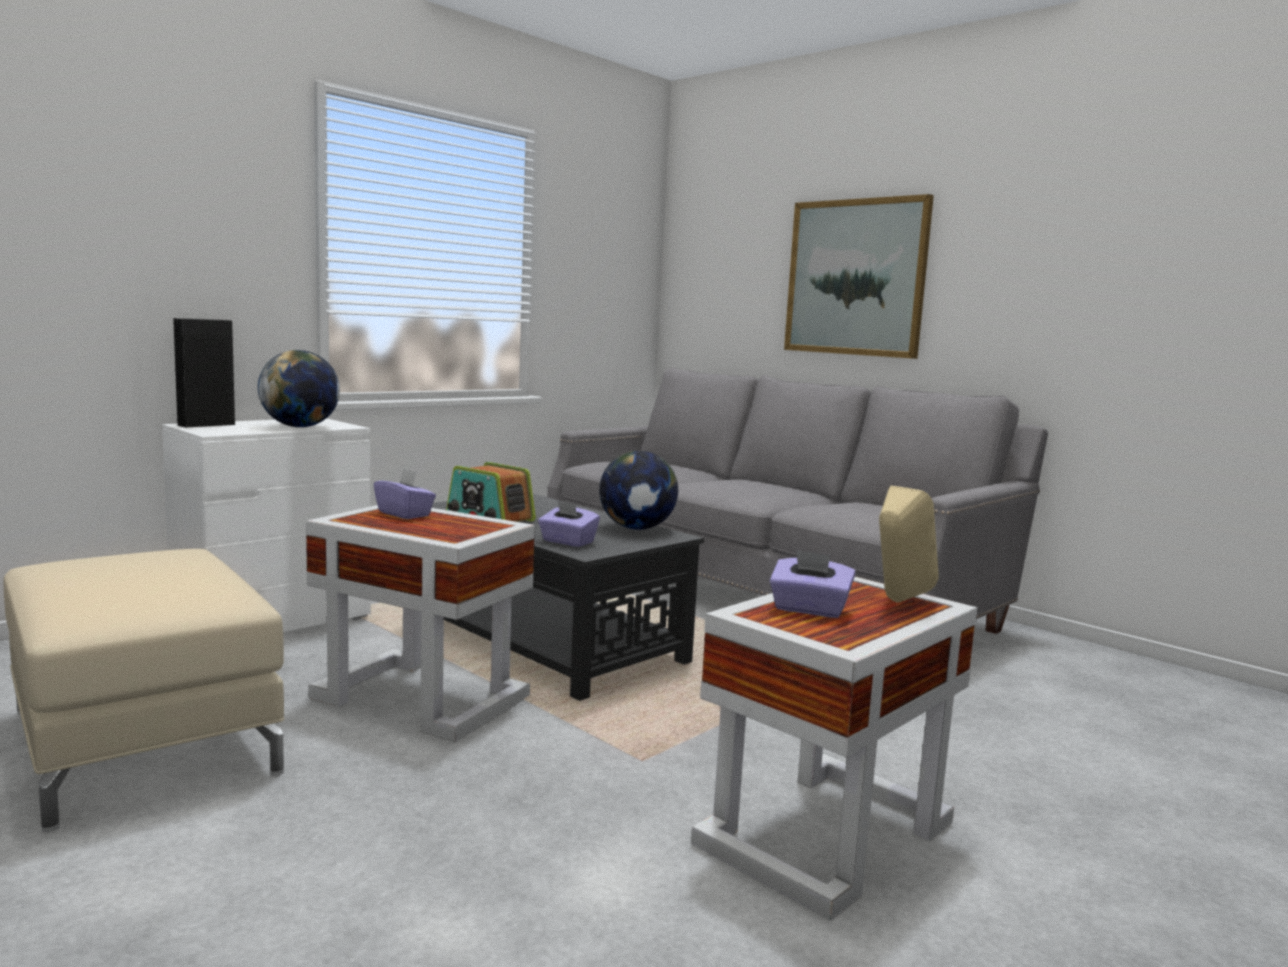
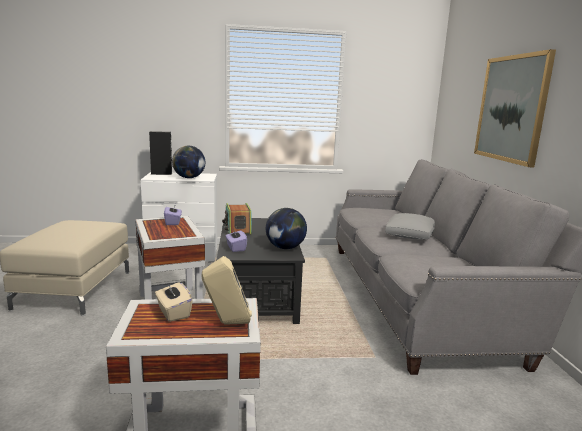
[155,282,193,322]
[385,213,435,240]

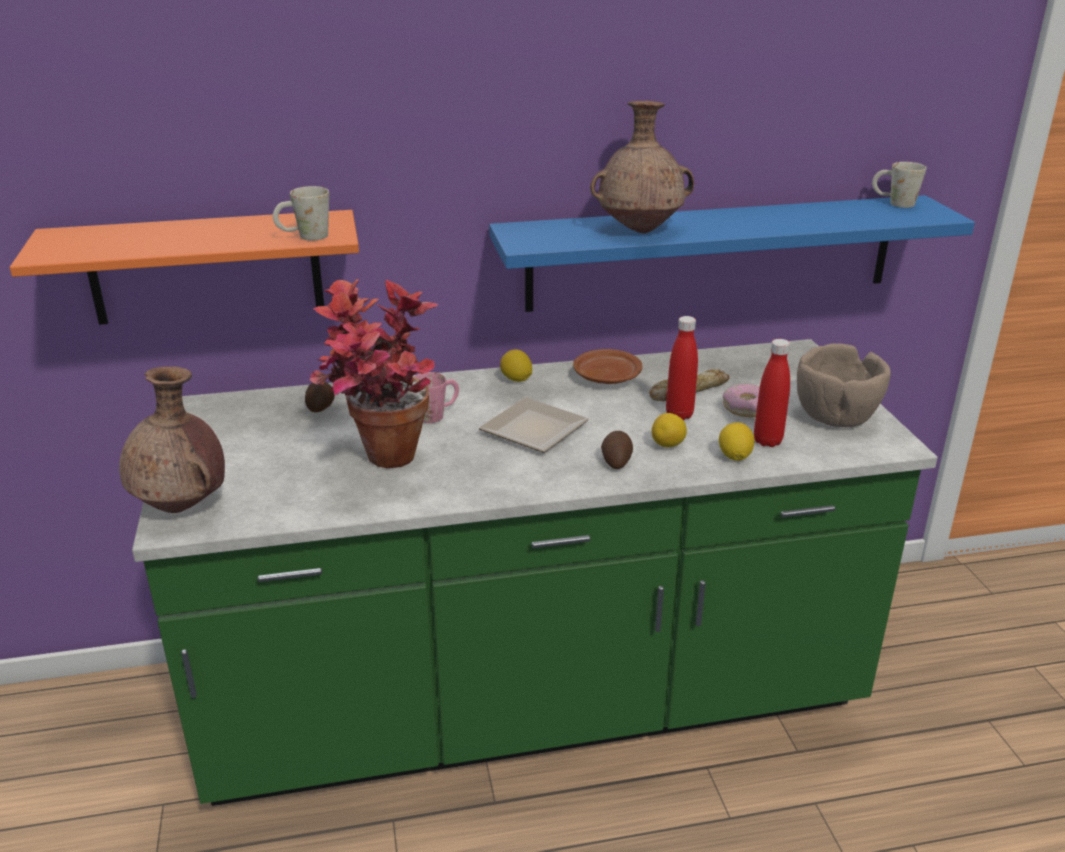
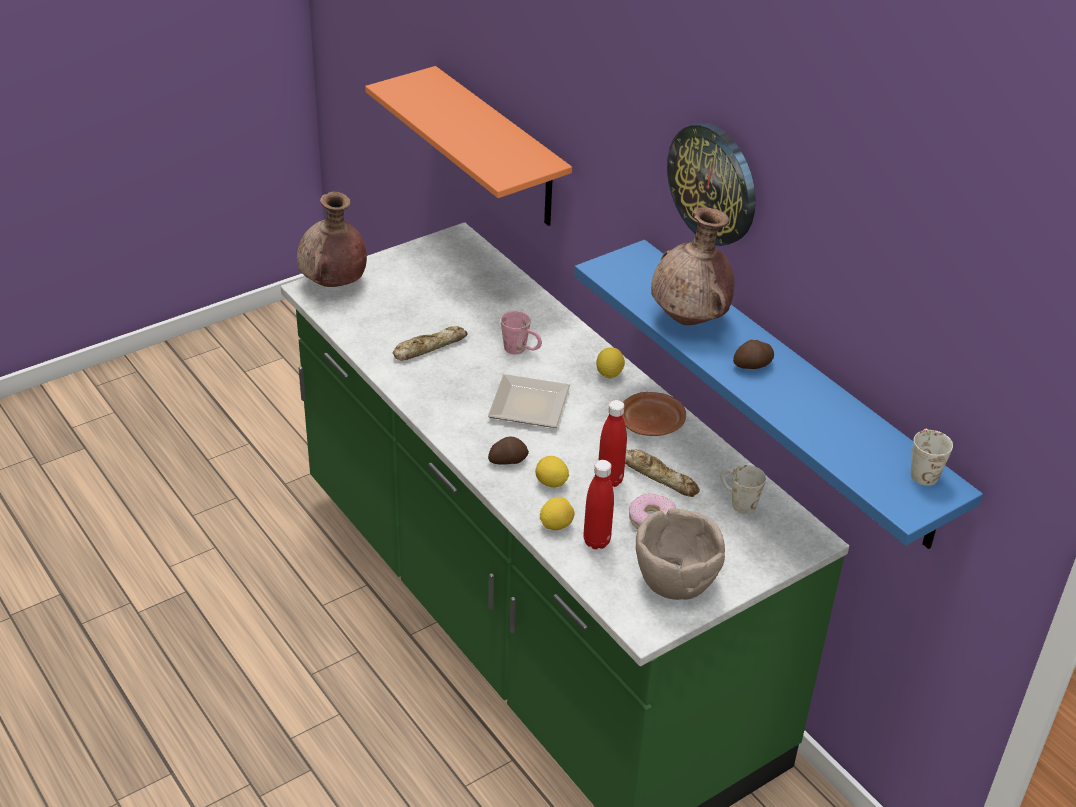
[720,465,766,514]
[733,340,774,369]
[393,326,468,361]
[667,123,756,246]

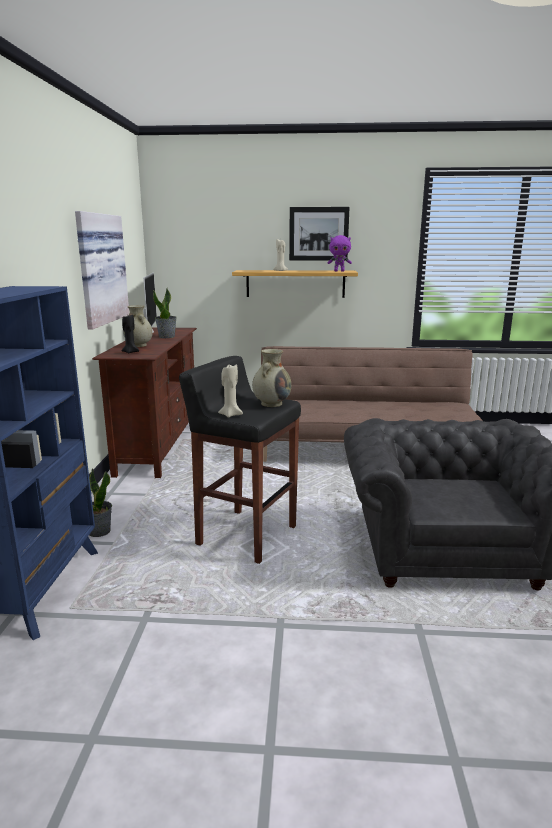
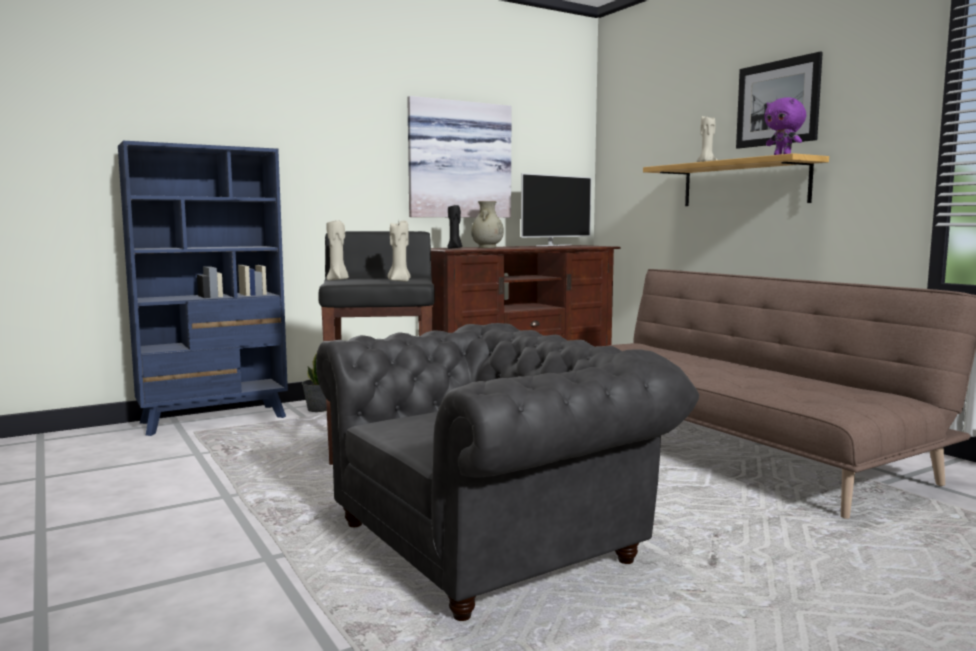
[153,288,177,338] (first image)
[388,221,410,282]

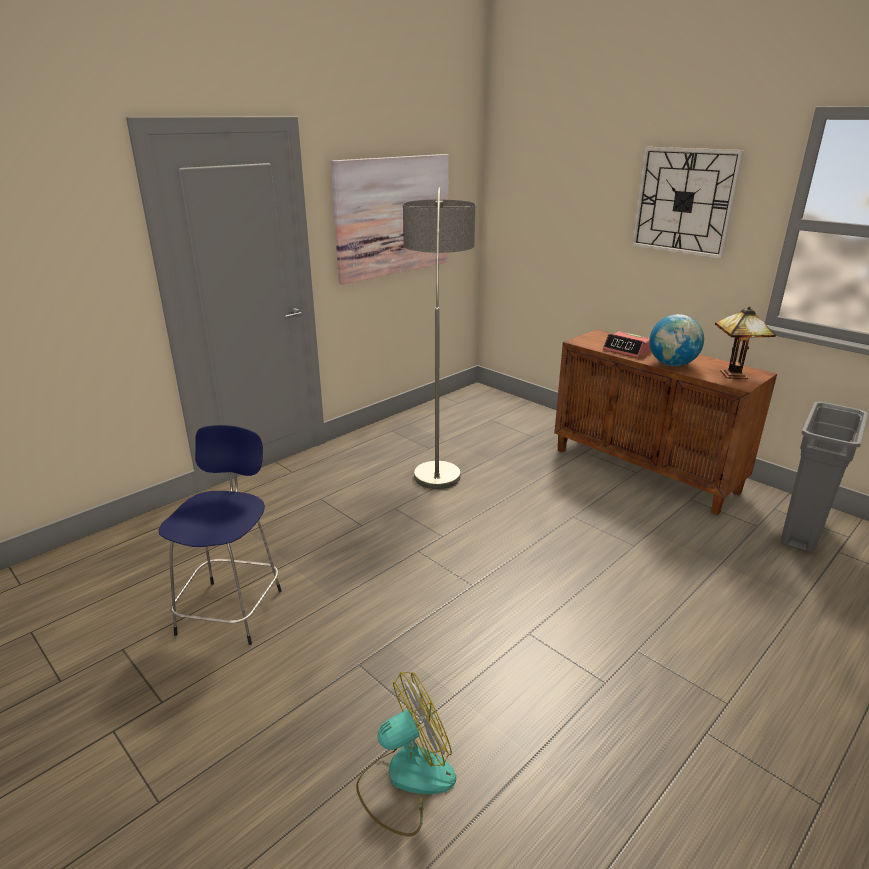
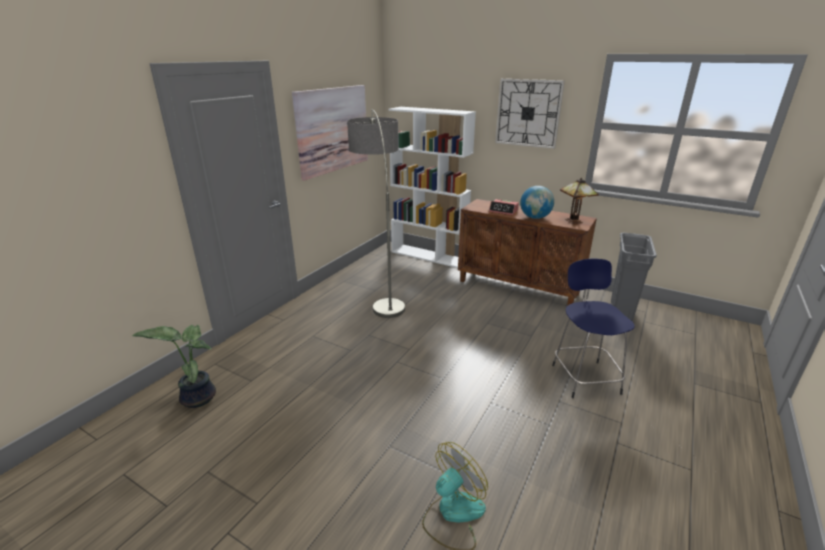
[552,259,635,398]
[132,325,216,408]
[388,107,476,268]

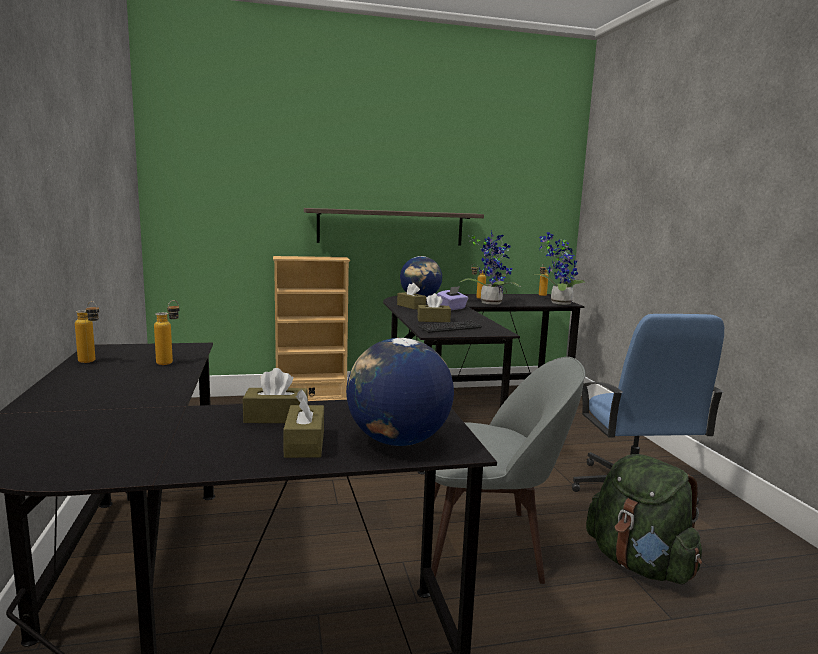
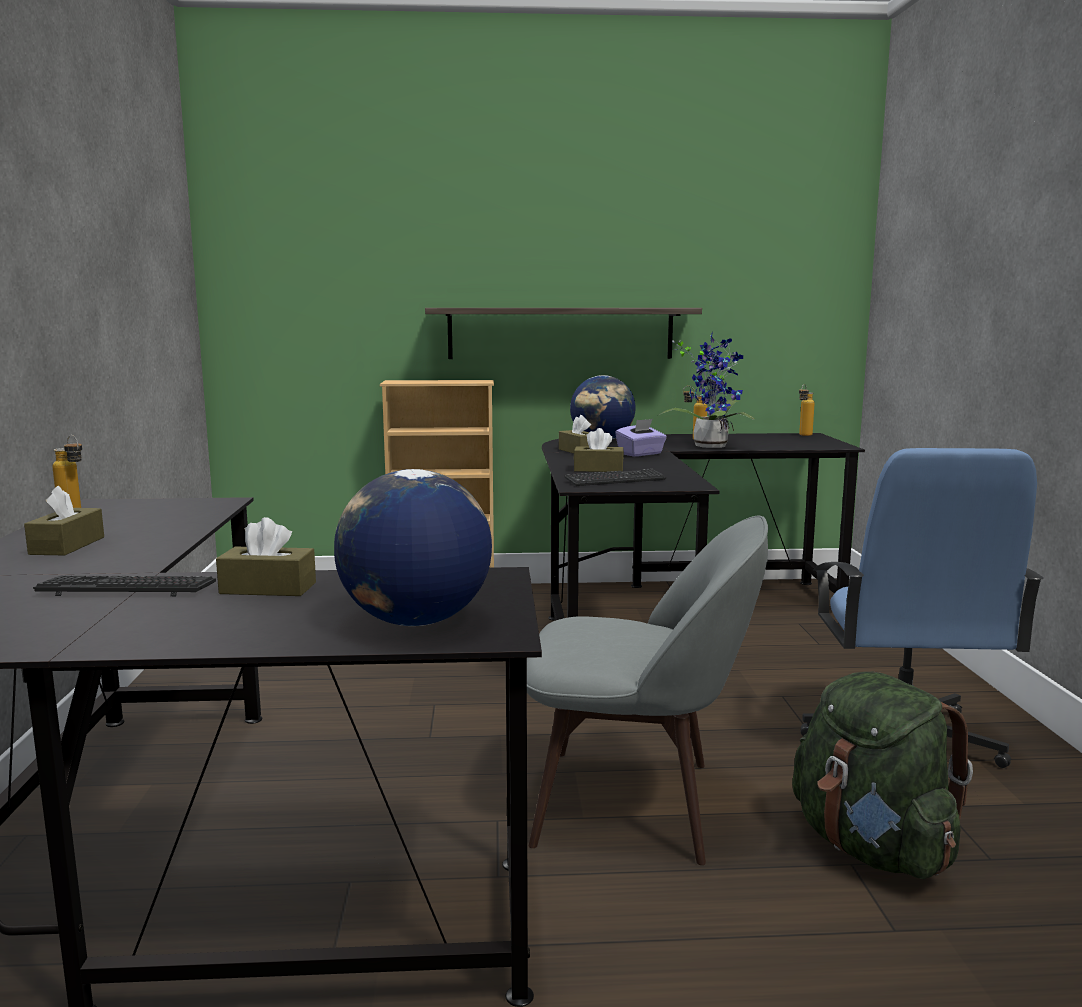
[154,300,179,365] (first image)
[24,486,104,555]
[534,232,586,305] (first image)
[33,576,216,596]

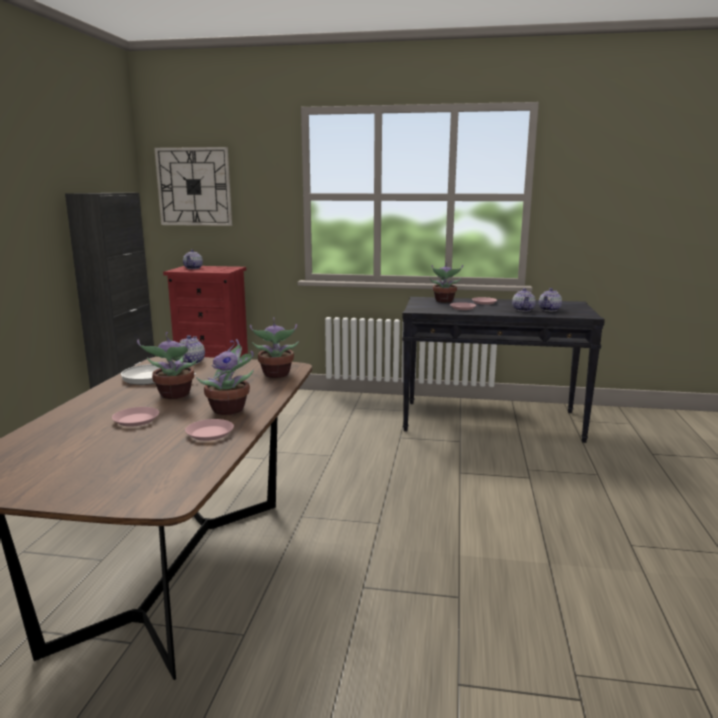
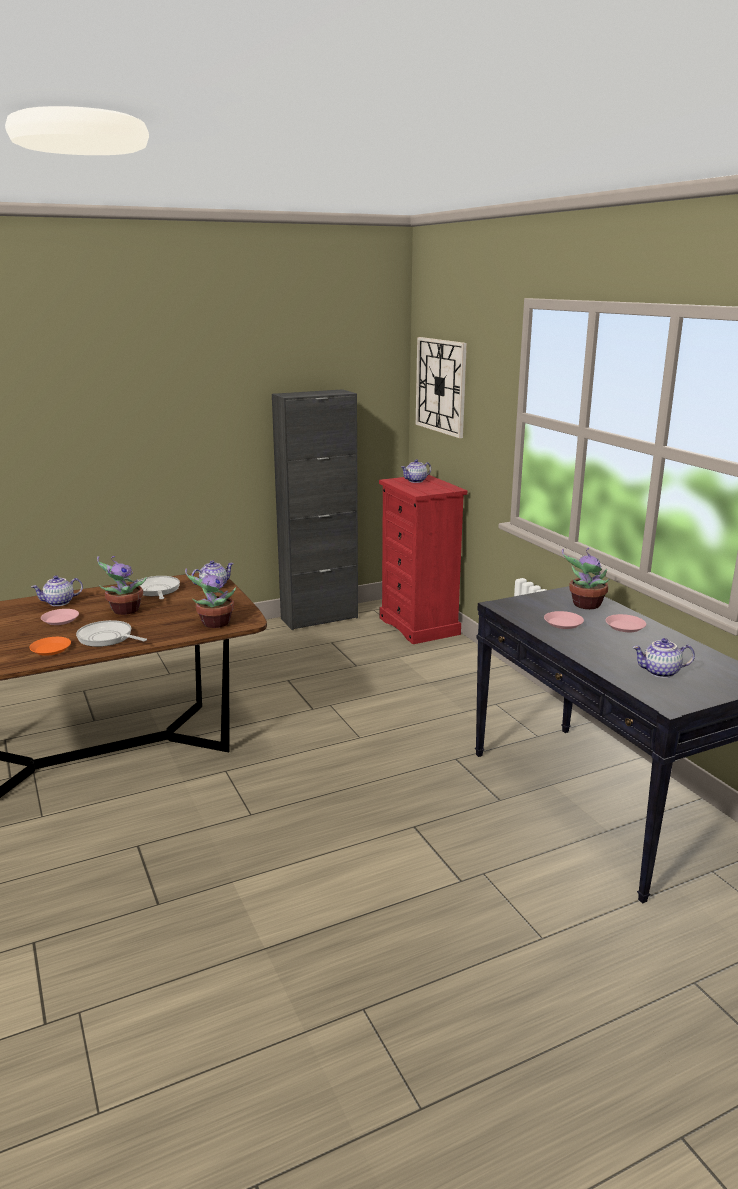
[29,637,71,656]
[76,620,147,647]
[31,576,83,606]

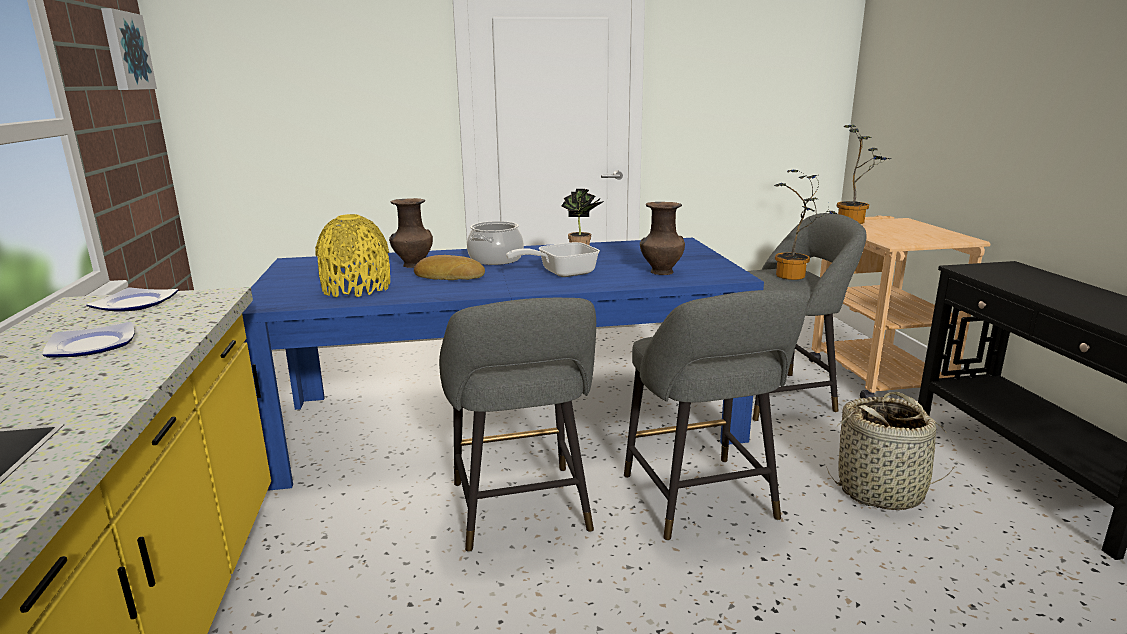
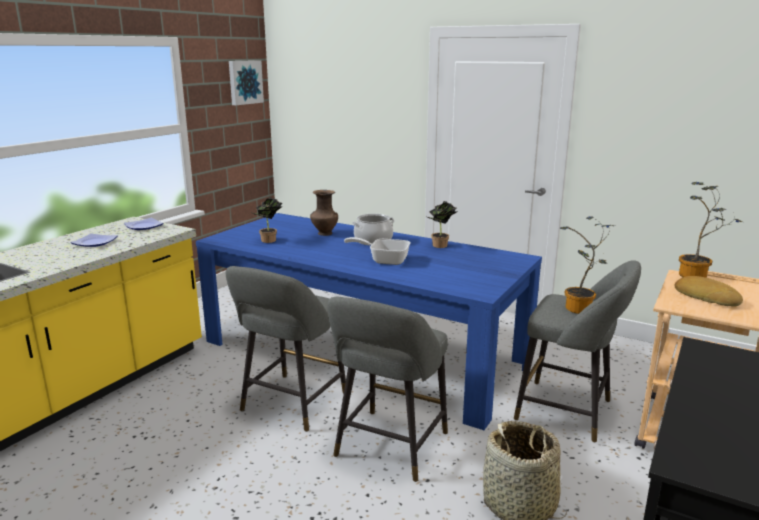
[250,197,283,243]
[674,276,743,307]
[640,202,685,275] (first image)

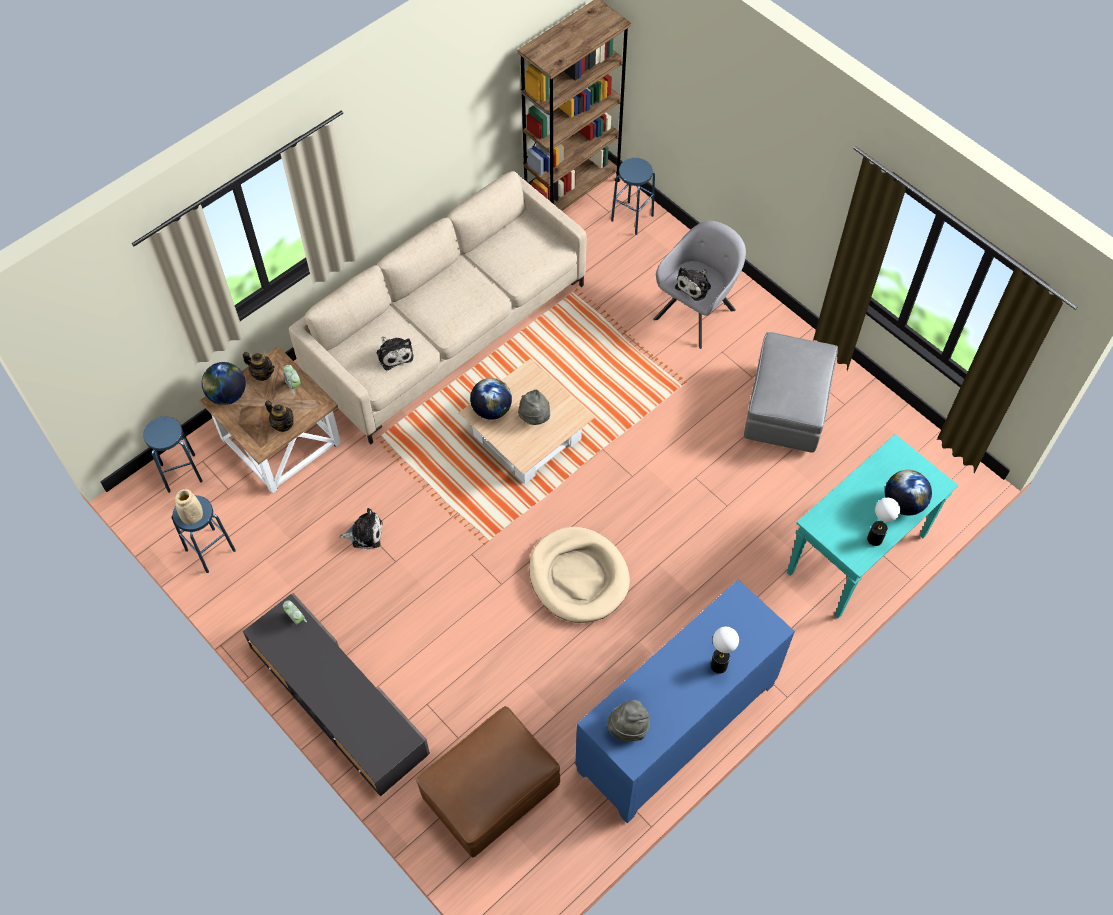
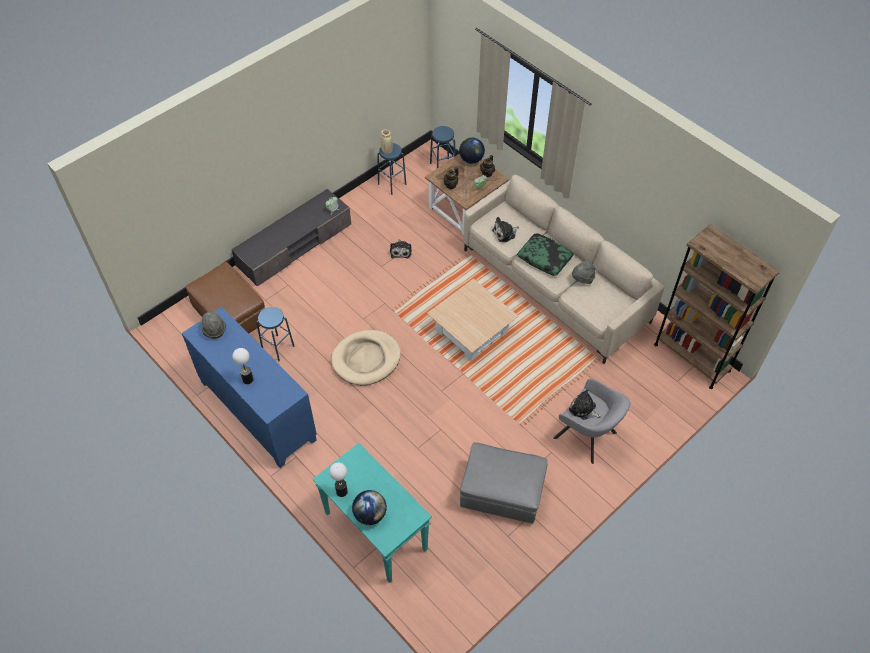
[470,378,512,420] (first image)
[572,260,596,284]
[256,307,295,362]
[517,233,574,276]

